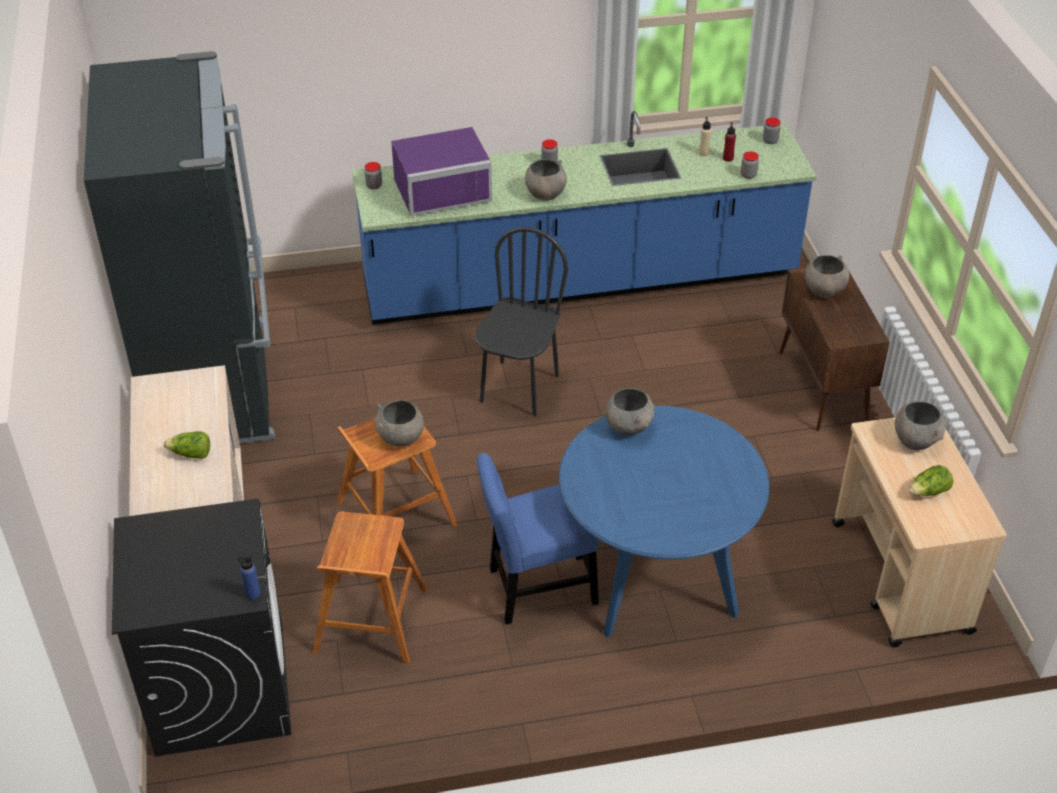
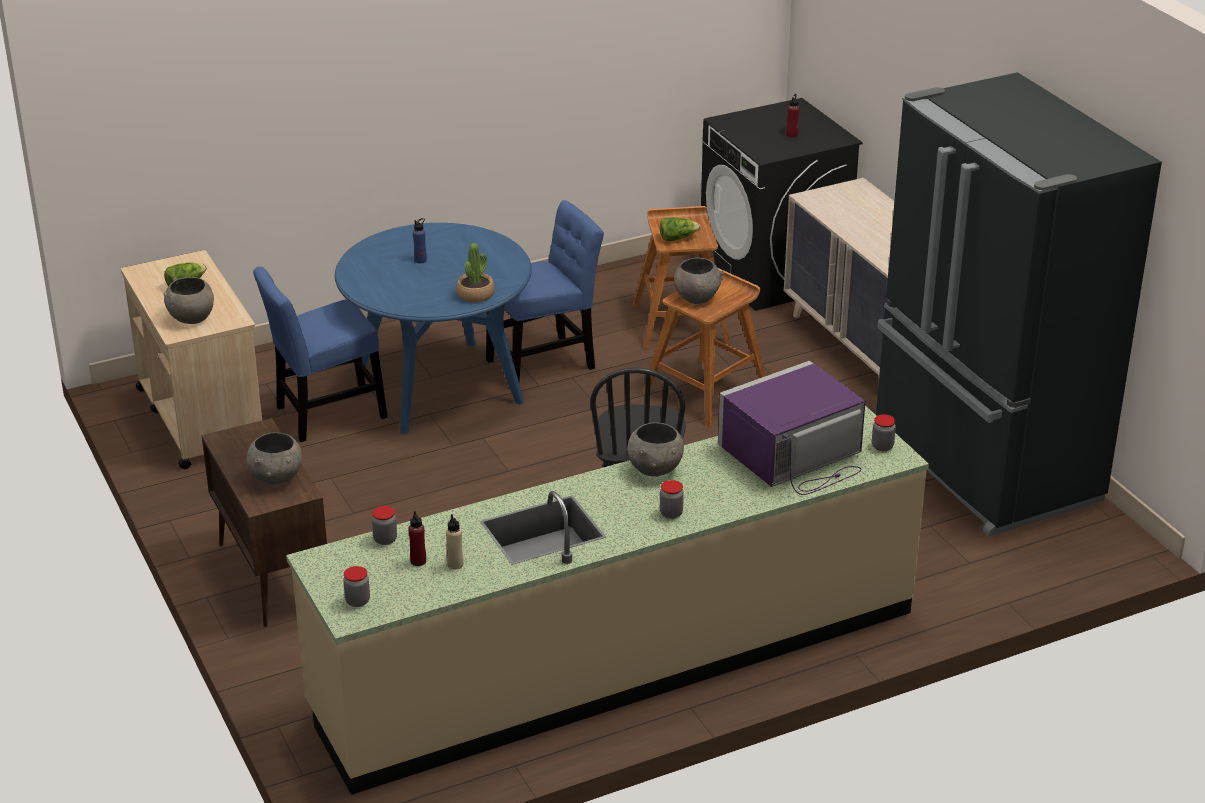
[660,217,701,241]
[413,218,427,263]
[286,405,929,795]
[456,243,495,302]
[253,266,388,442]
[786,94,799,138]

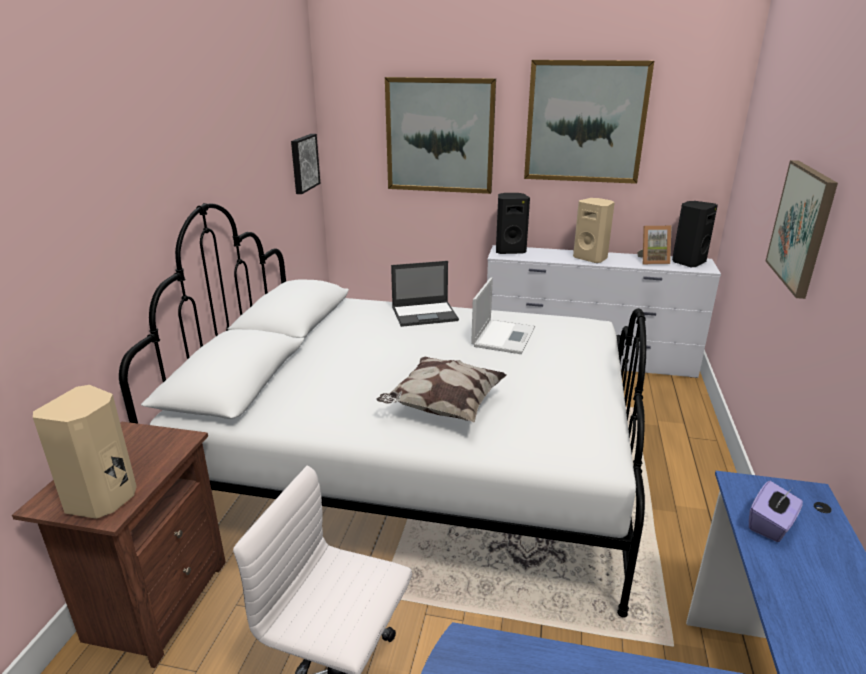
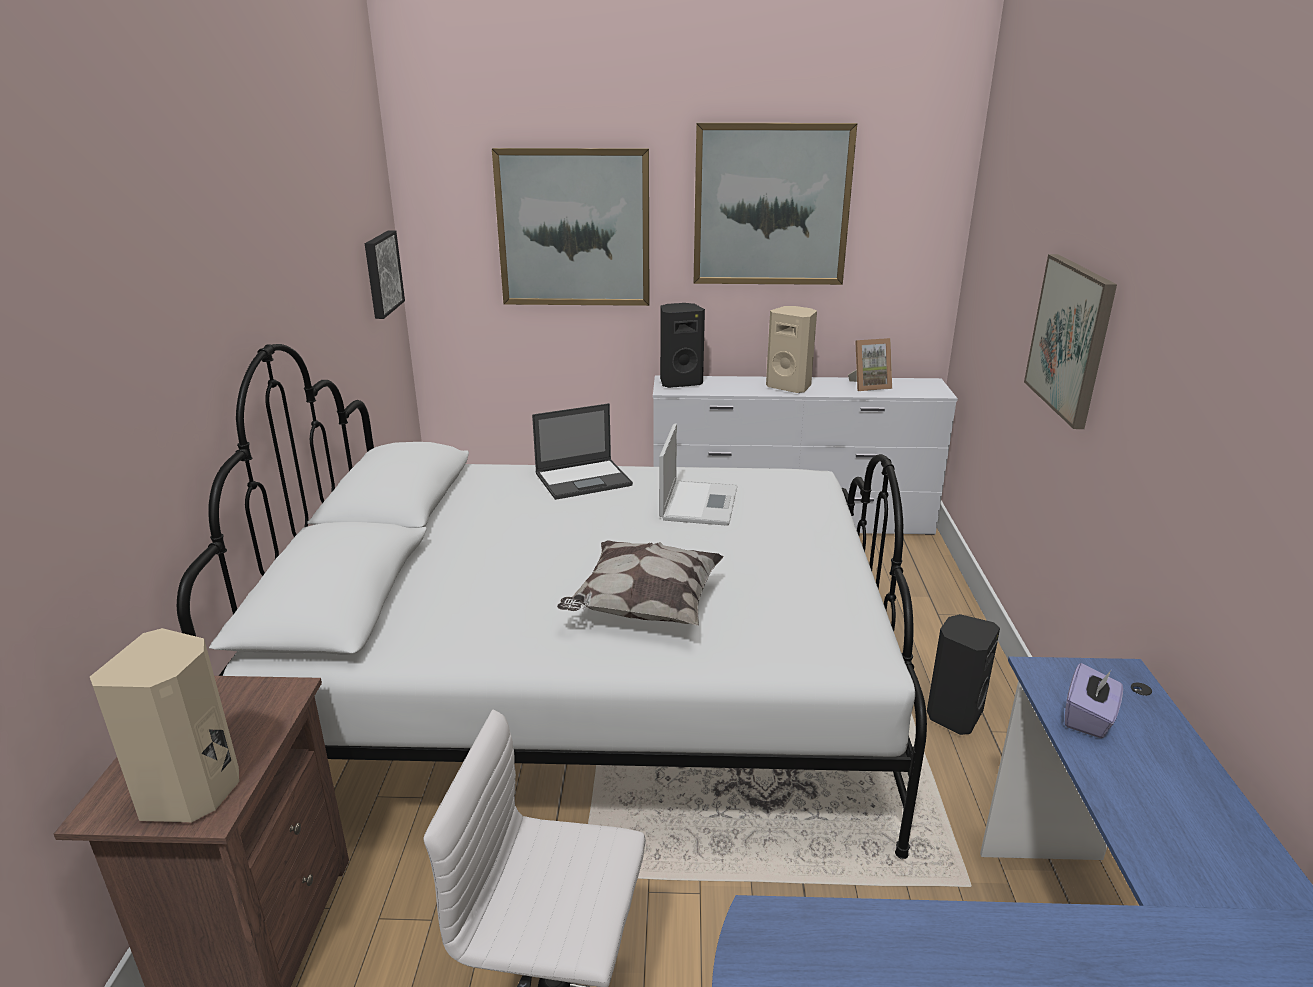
[927,614,1000,735]

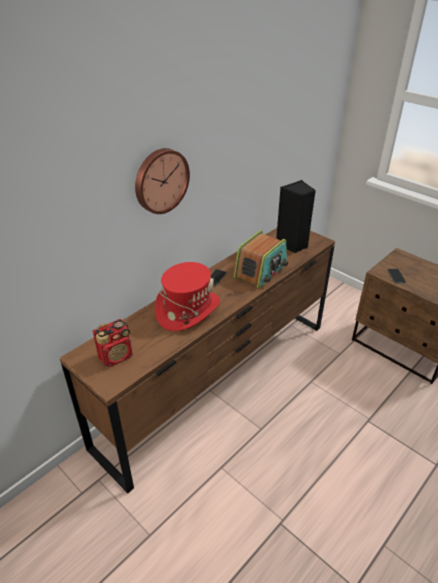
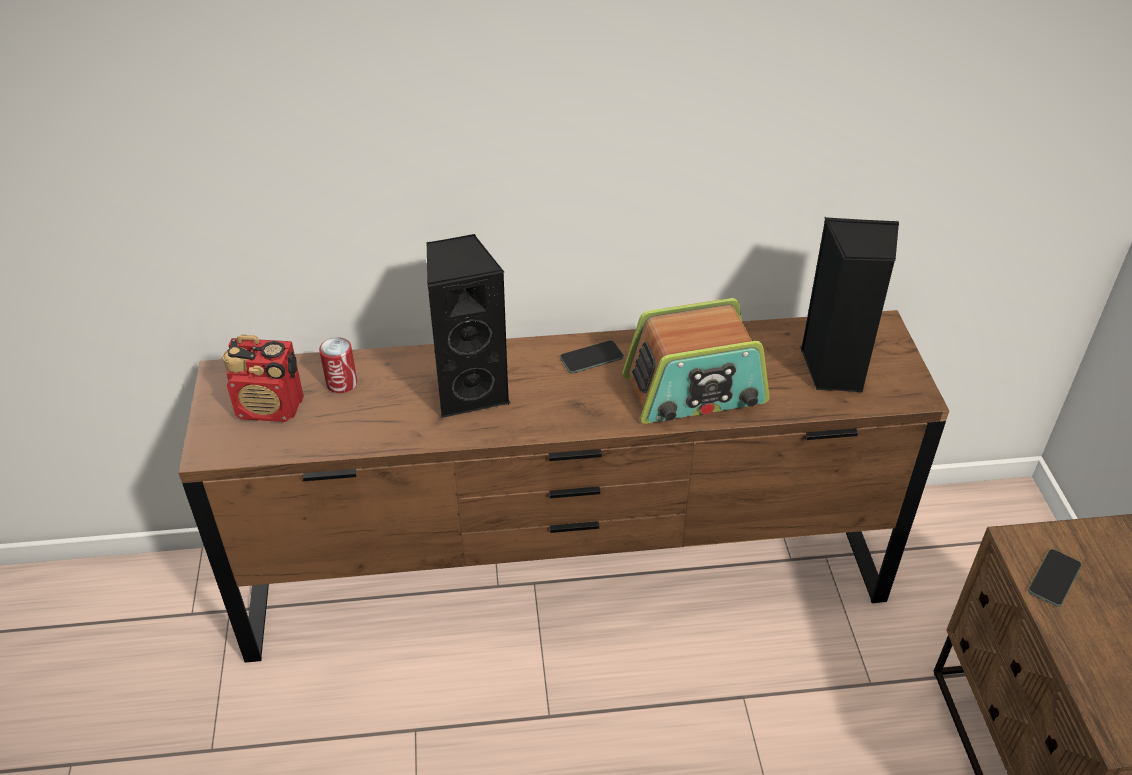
[135,148,190,214] (first image)
[427,234,510,418]
[319,337,357,393]

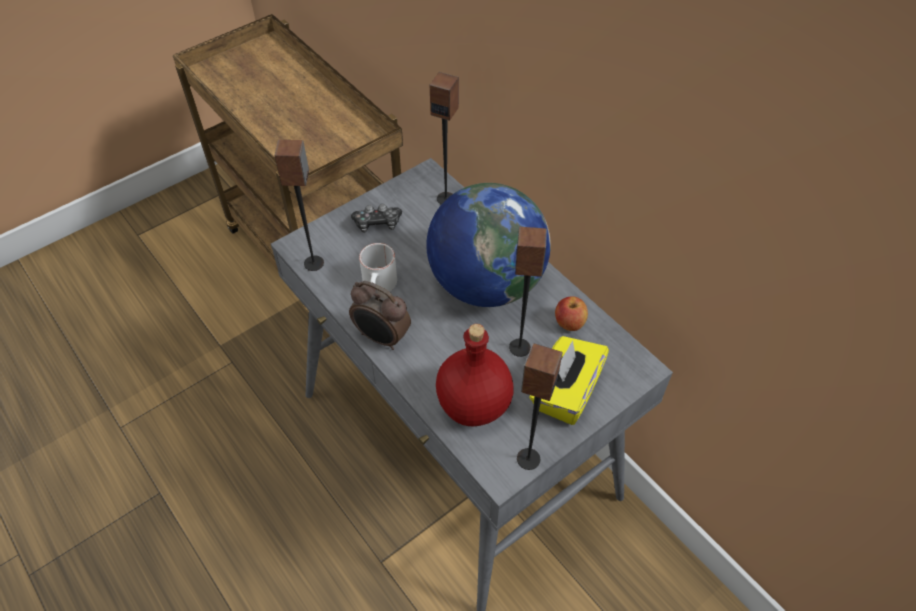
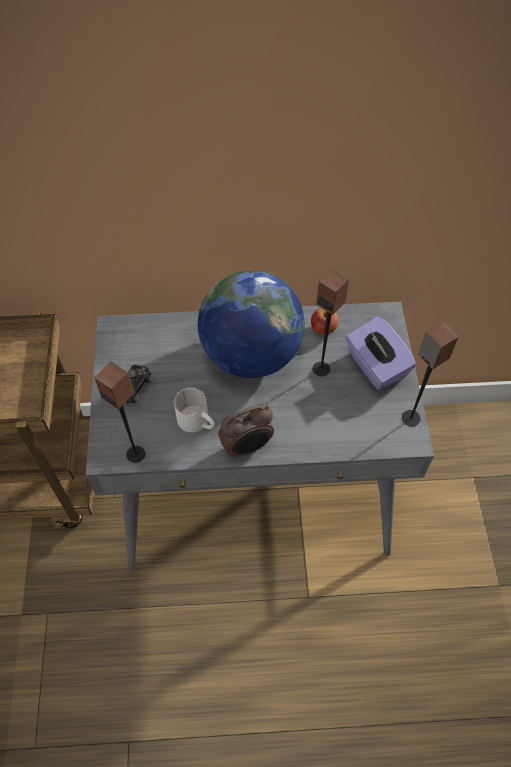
[430,72,459,205] (first image)
[436,324,514,426] (first image)
[346,316,416,390]

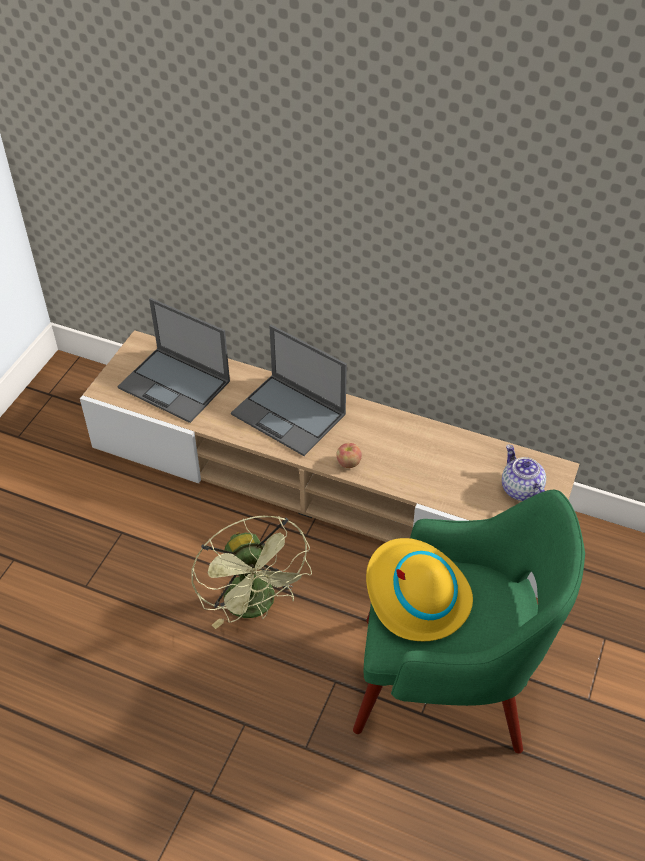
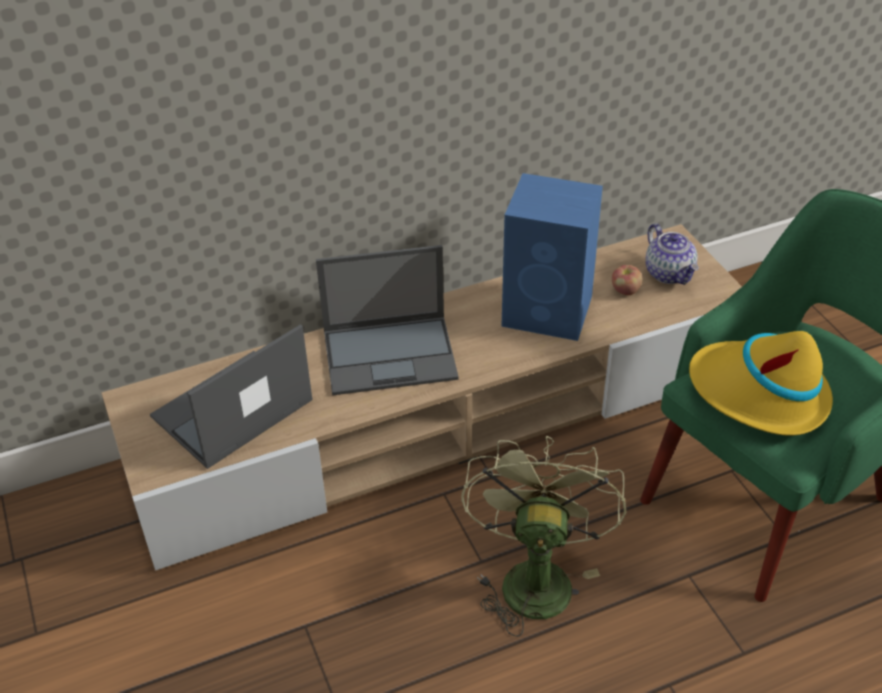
[150,324,313,469]
[461,436,627,637]
[612,265,643,295]
[645,223,699,285]
[501,173,603,341]

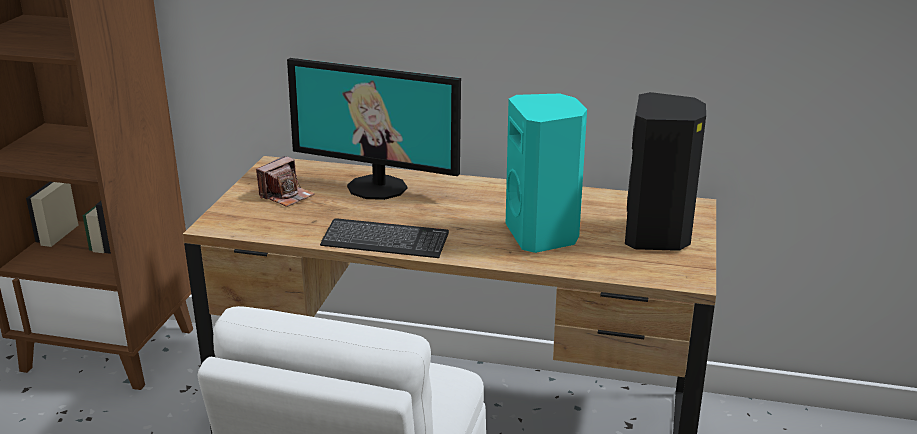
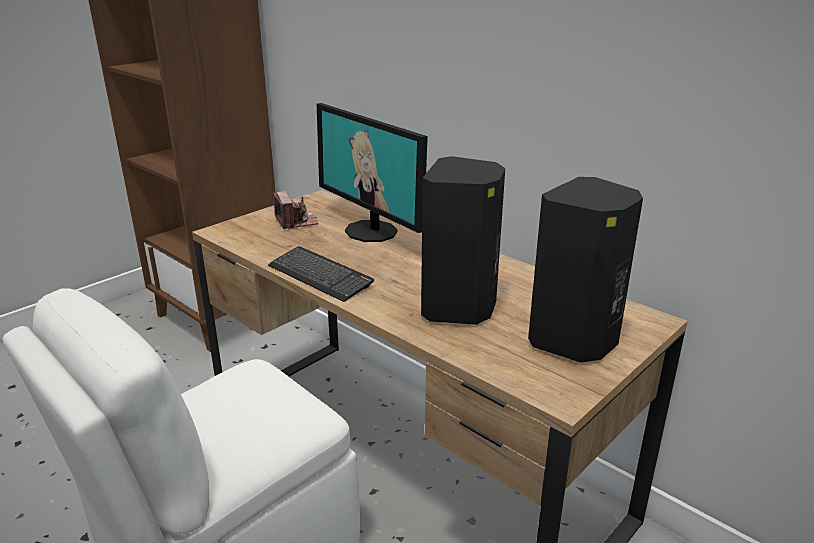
[273,191,319,230]
[421,156,505,325]

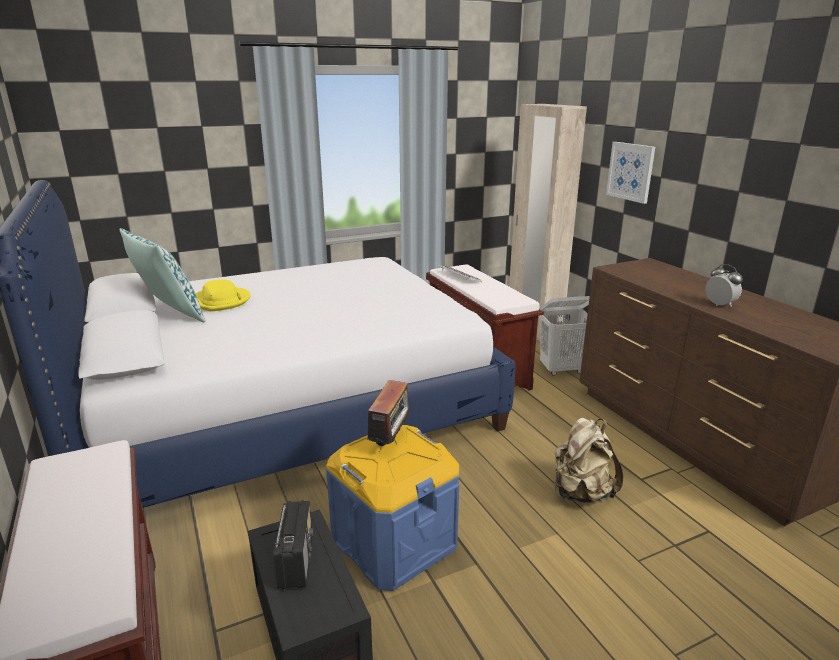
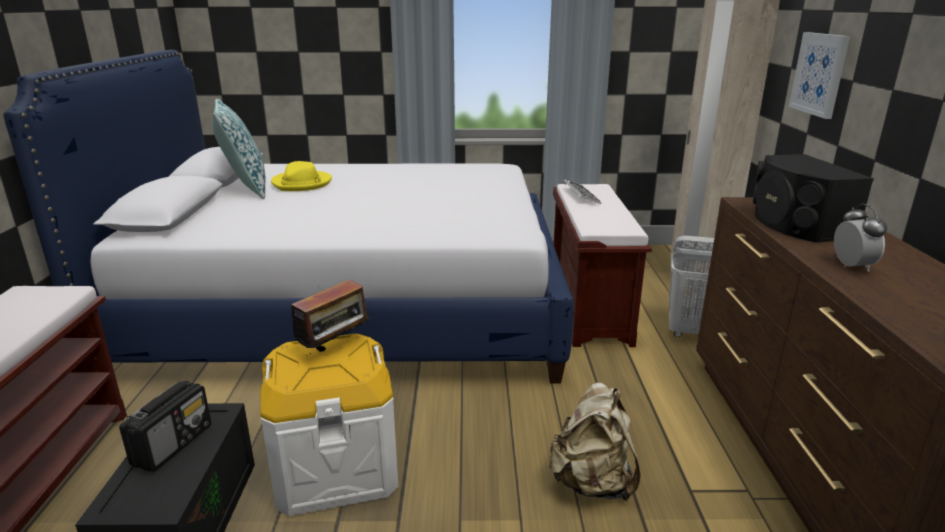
[260,333,398,516]
[753,154,874,243]

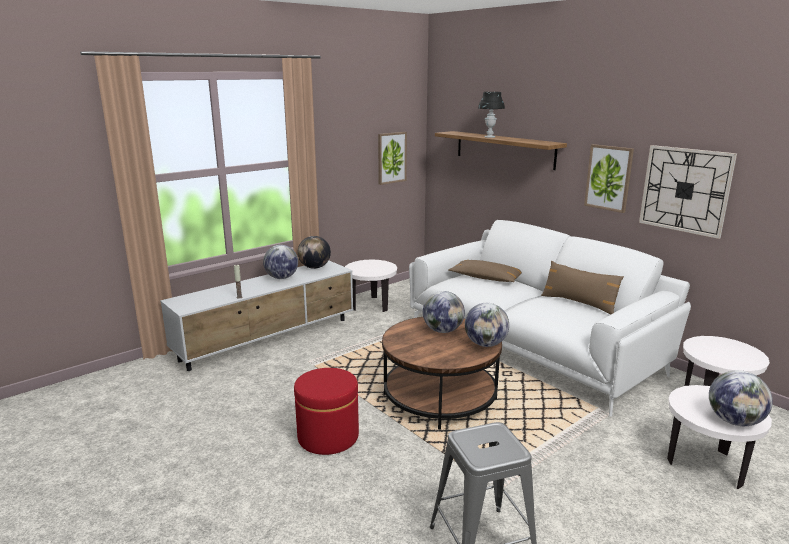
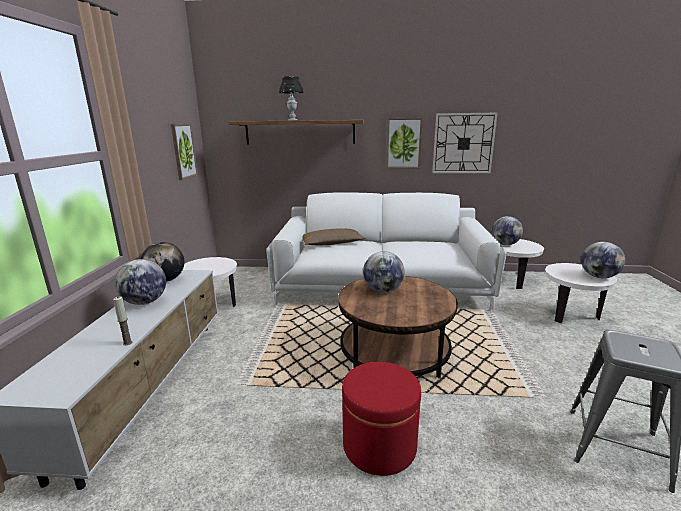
[492,216,523,245]
[541,261,624,314] (first image)

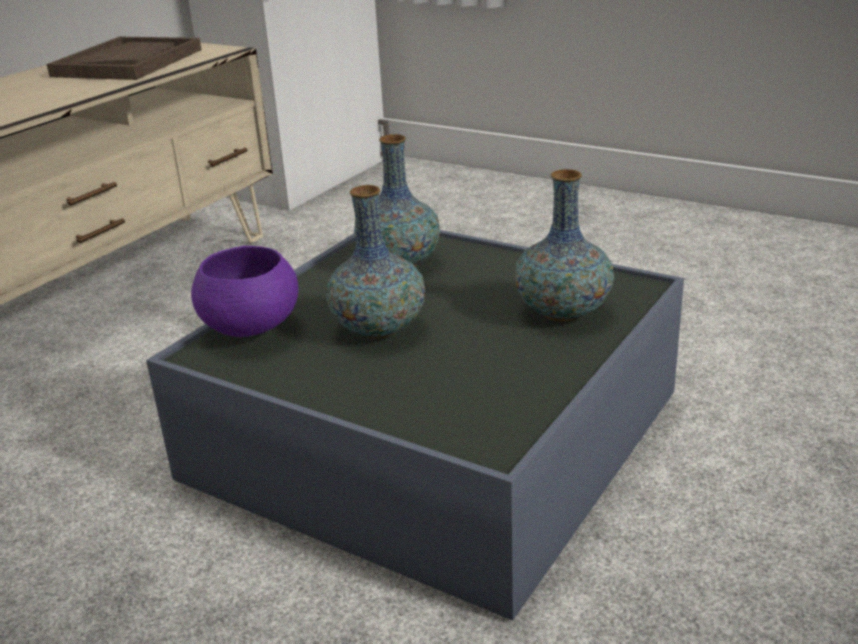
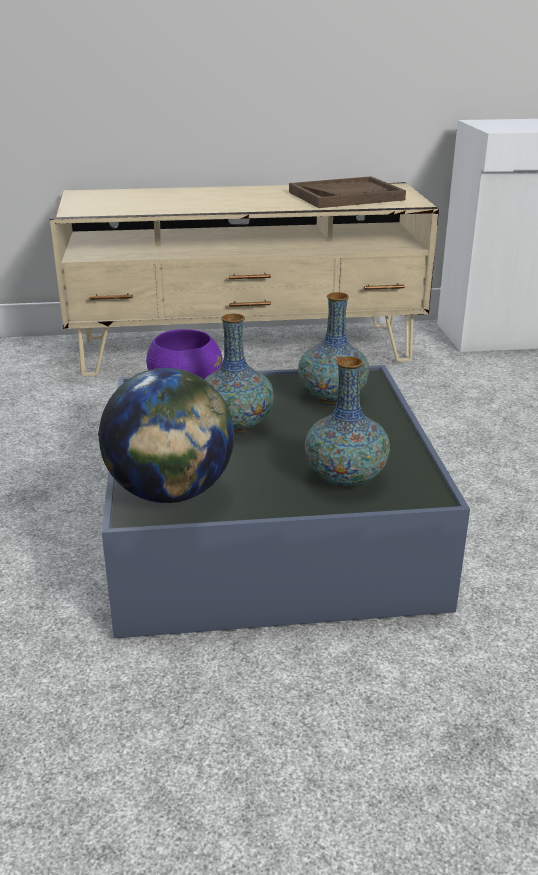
[98,368,234,503]

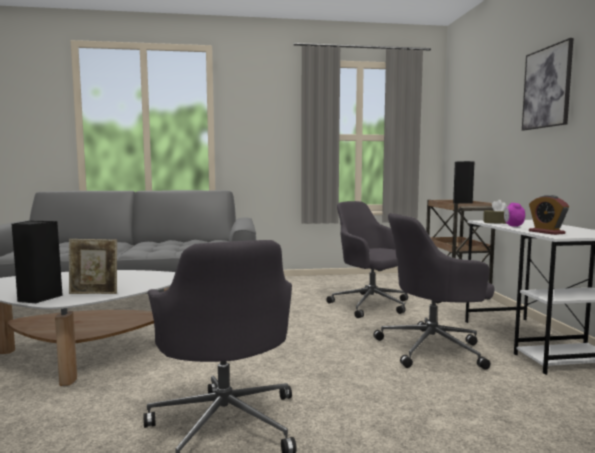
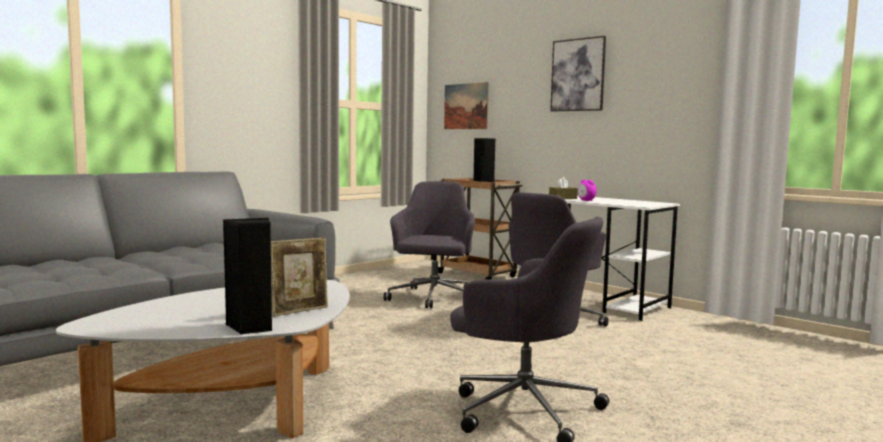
[384,181,475,308]
[529,195,569,235] (first image)
[444,82,489,129]

